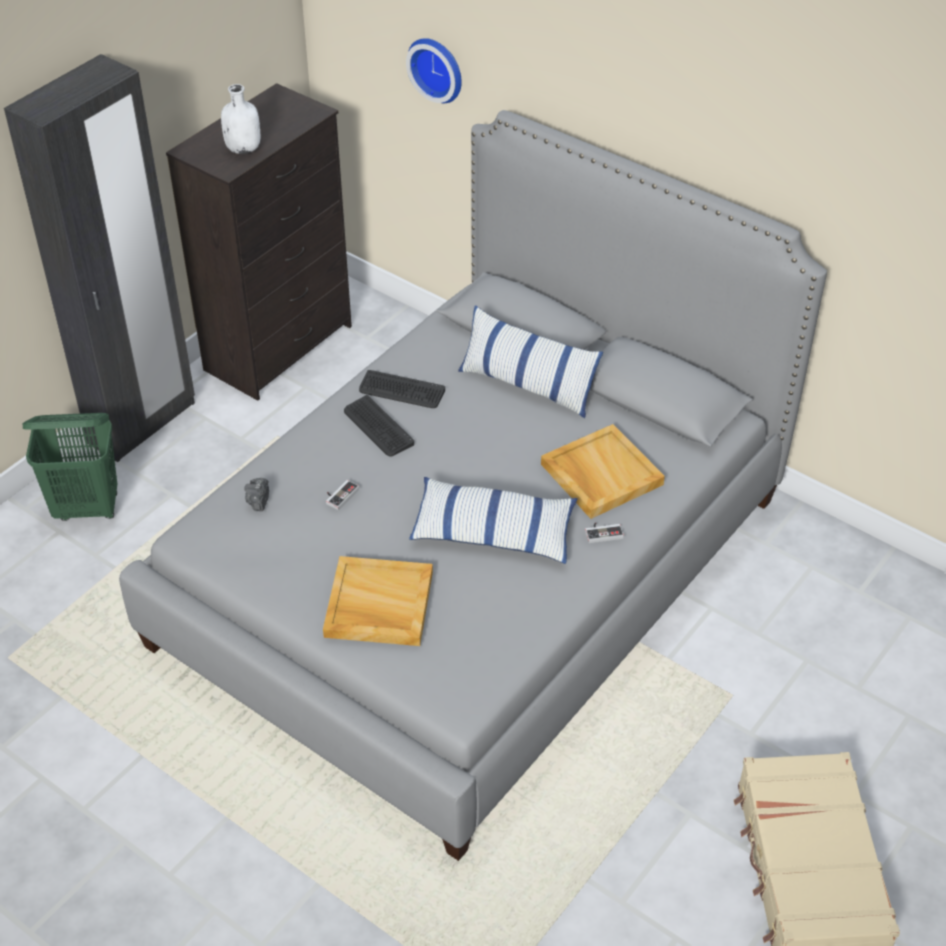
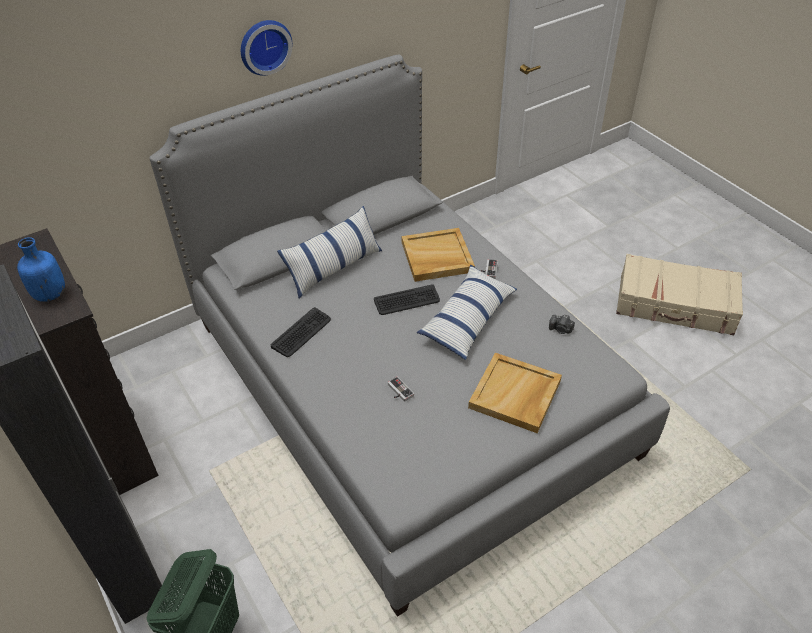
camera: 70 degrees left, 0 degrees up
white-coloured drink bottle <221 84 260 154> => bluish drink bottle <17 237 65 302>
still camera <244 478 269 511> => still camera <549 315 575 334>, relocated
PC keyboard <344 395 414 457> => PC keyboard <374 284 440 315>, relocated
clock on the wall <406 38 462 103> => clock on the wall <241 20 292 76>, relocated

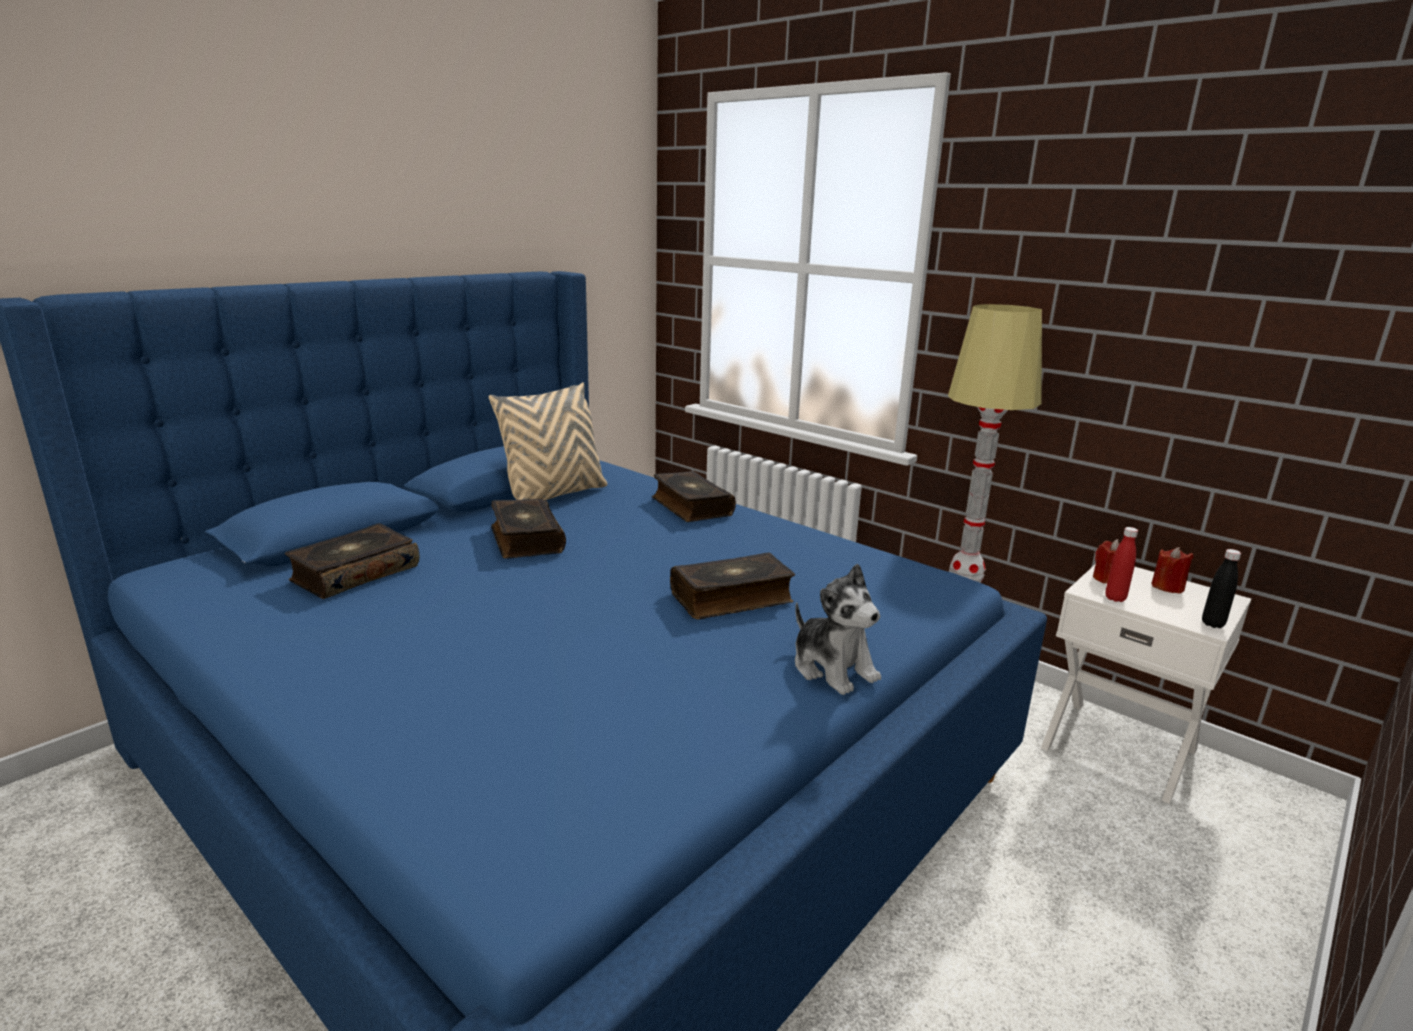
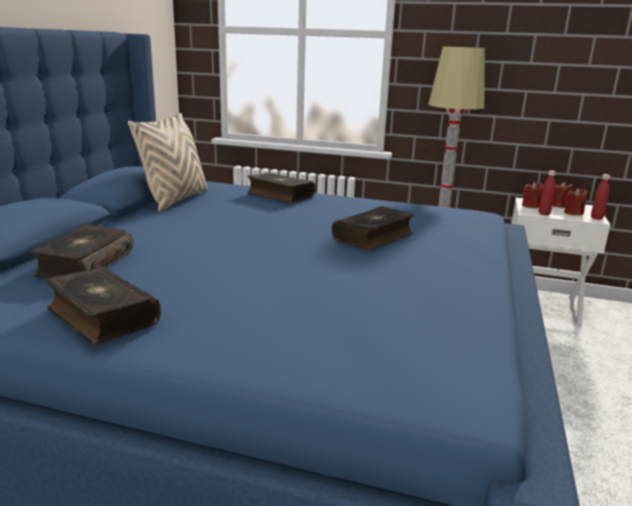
camera: 25 degrees left, 0 degrees up
book <491 499 566 559> => book <45 267 161 345>, relocated
plush toy <795 564 881 695> => nothing
black drink bottle <1202 549 1241 628> => reddish drink bottle <591 174 610 220>
nothing => reddish wax candle <564 188 587 216>

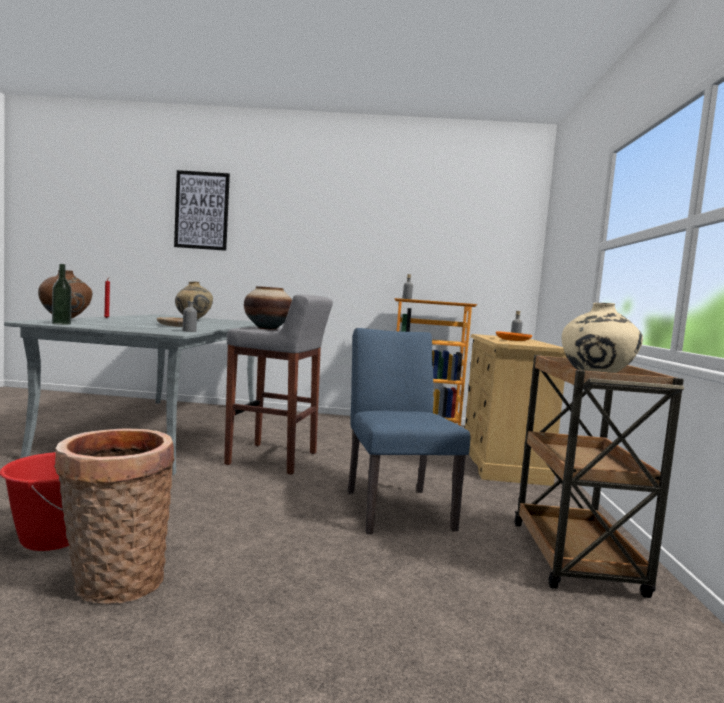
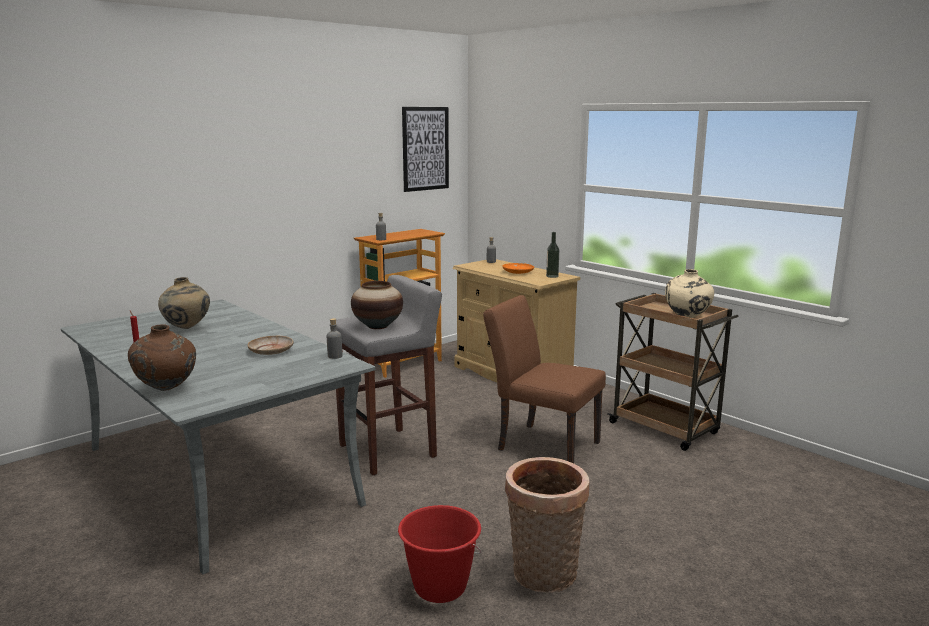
camera: 45 degrees left, 10 degrees up
drink bottle <52 264 72 325> => drink bottle <546 232 559 278>, relocated
wall art <174 170 230 251> => wall art <402 107 449 192>, relocated
bluish plain chair <348 328 470 534> => brownish plain chair <483 295 606 463>

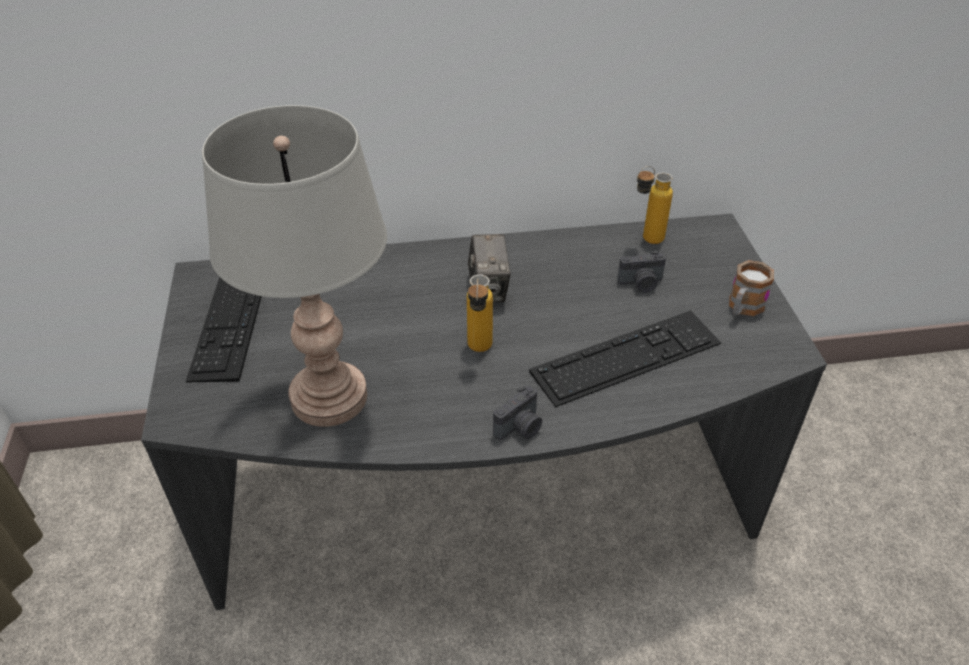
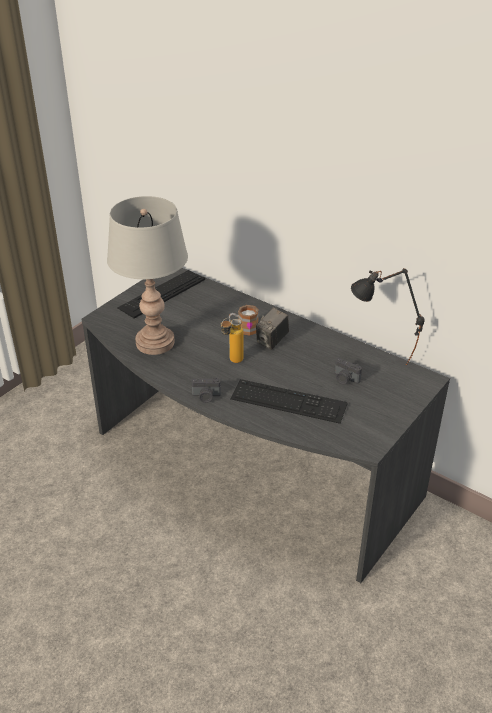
camera: 45 degrees right, 5 degrees down
drink bottle <637 166 673 244> => black table lamp <351 268 425 364>
coffee mug <729 260 774 316> => coffee mug <229 305 259 336>, relocated

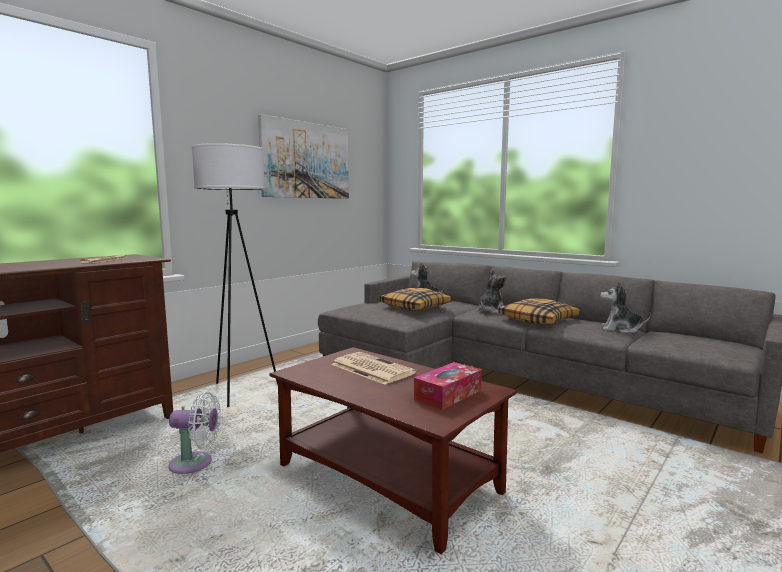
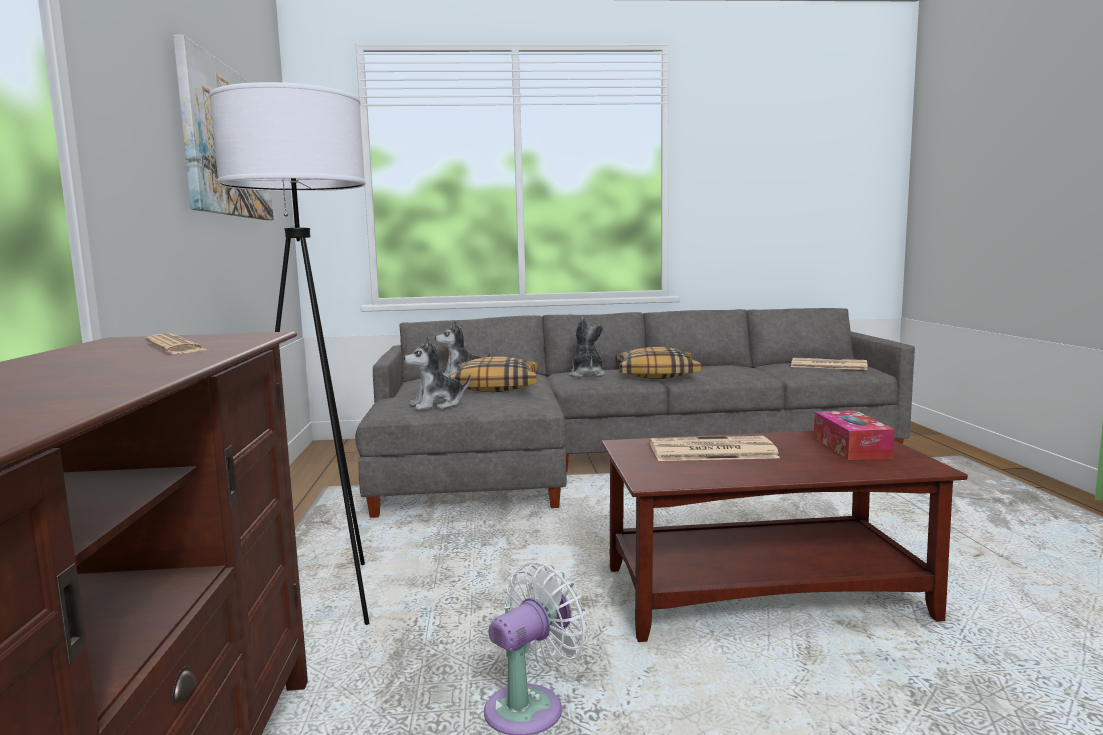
camera: 45 degrees left, 0 degrees up
plush toy <600 282 651 333> => plush toy <404 337 471 410>, relocated
nothing => daily paper <791 358 867 370>

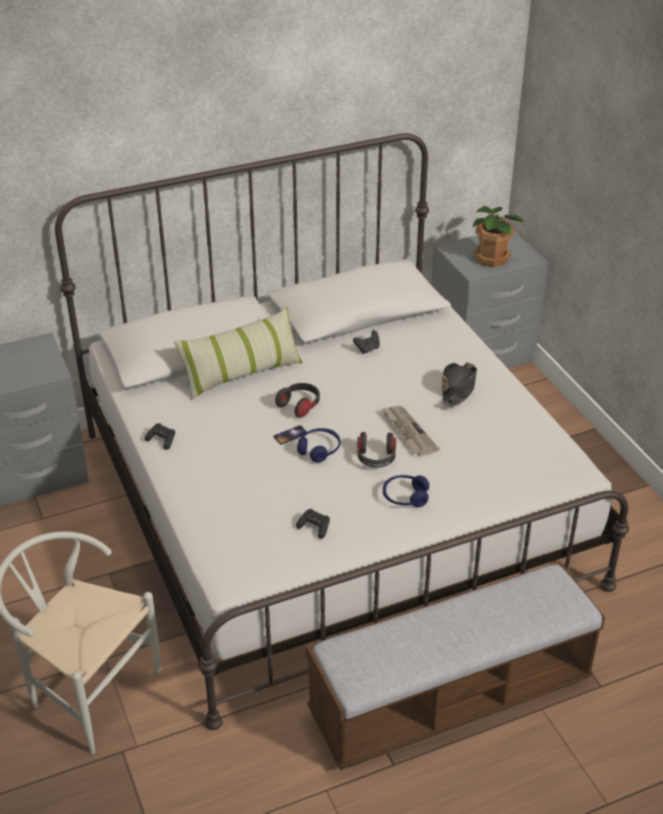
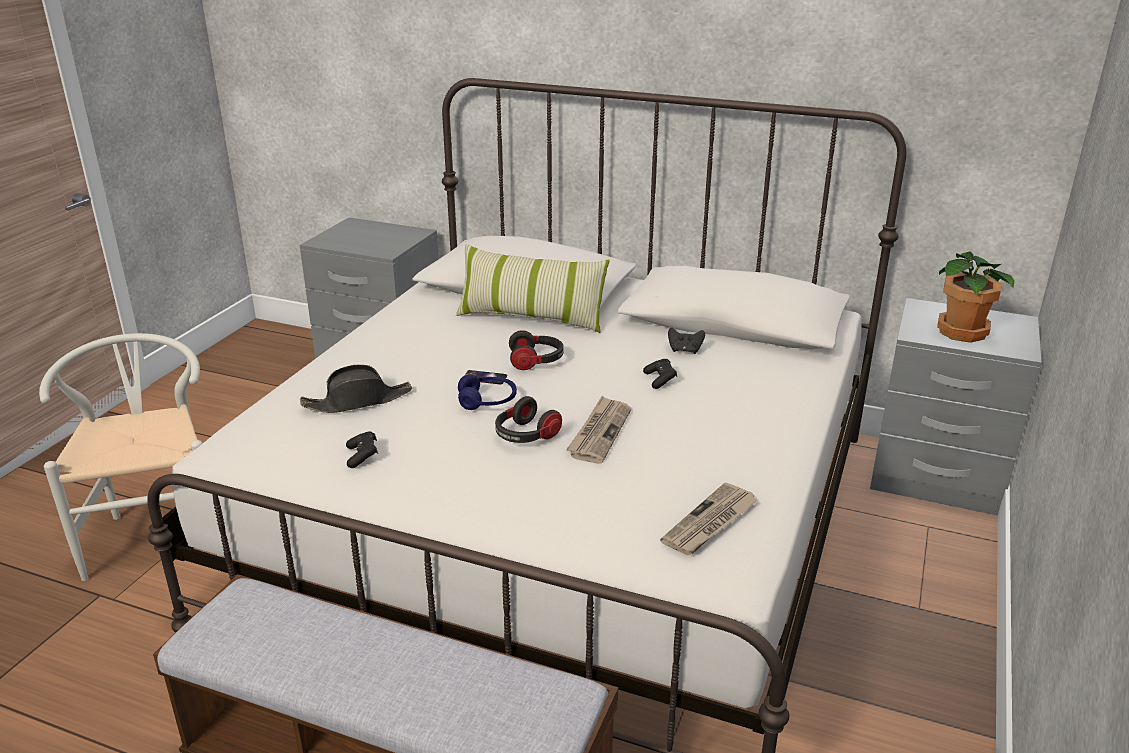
camera: 45 degrees right, 10 degrees down
black game controller <145 423 175 450> => black game controller <643 359 677 389>, relocated
bluish pair of headphones <383 475 429 507> => nothing
black wearable hat <442 362 477 407> => black wearable hat <300 365 412 413>, relocated
nothing => daily paper <660 482 759 555>

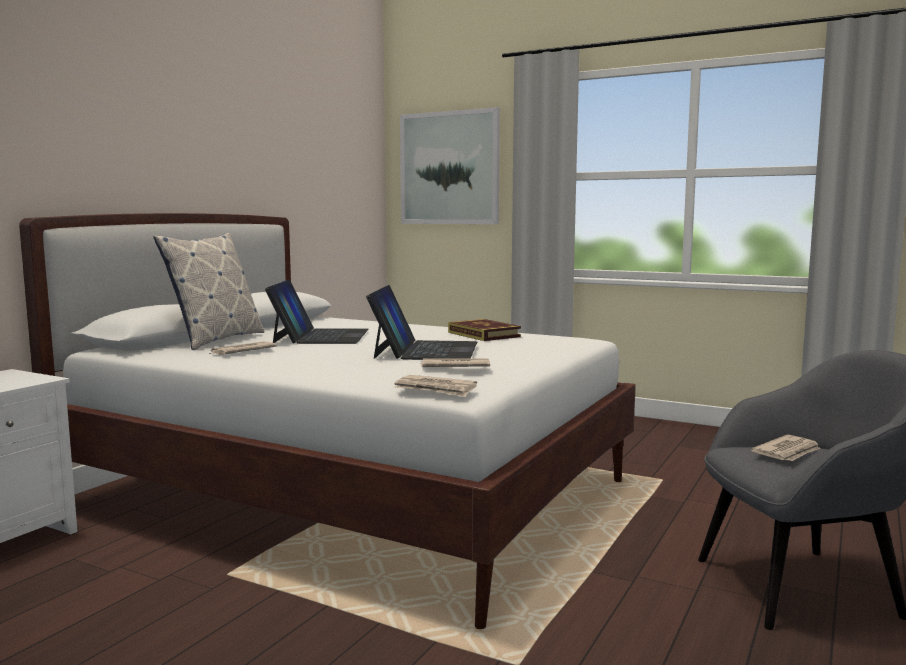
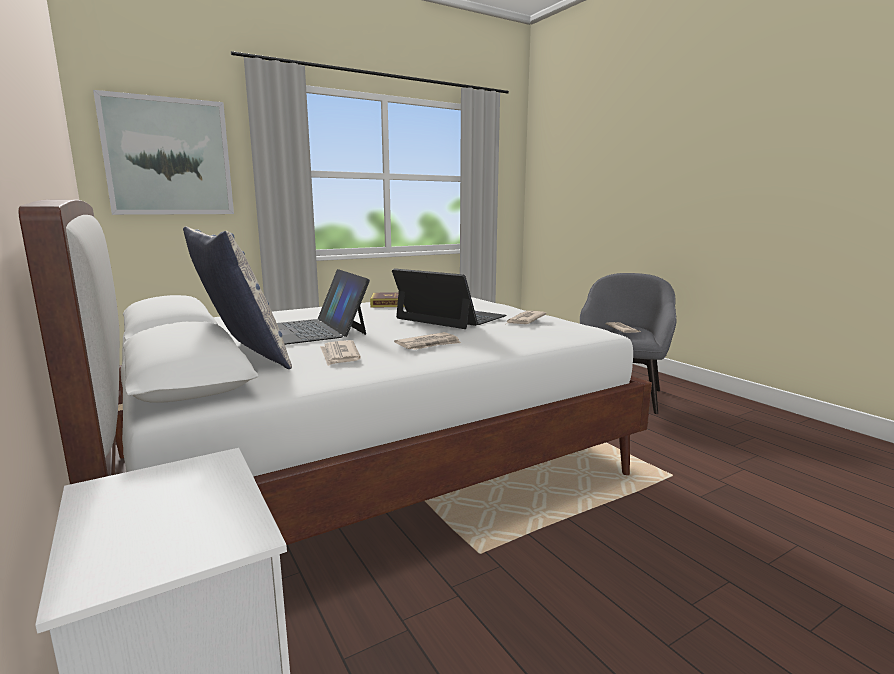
camera: 60 degrees left, 5 degrees up
notebook computer <265 280 369 344> => notebook computer <277 269 370 345>, 150 degrees counterclockwise
daily paper <395 375 477 397> => daily paper <394 332 461 350>, relocated

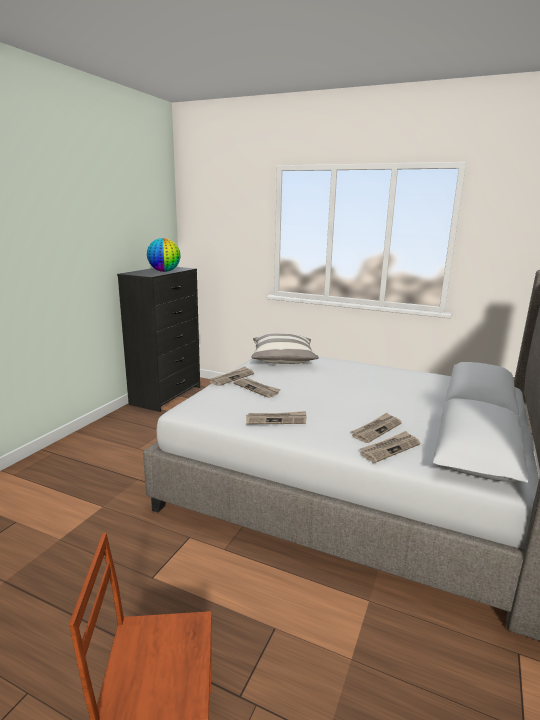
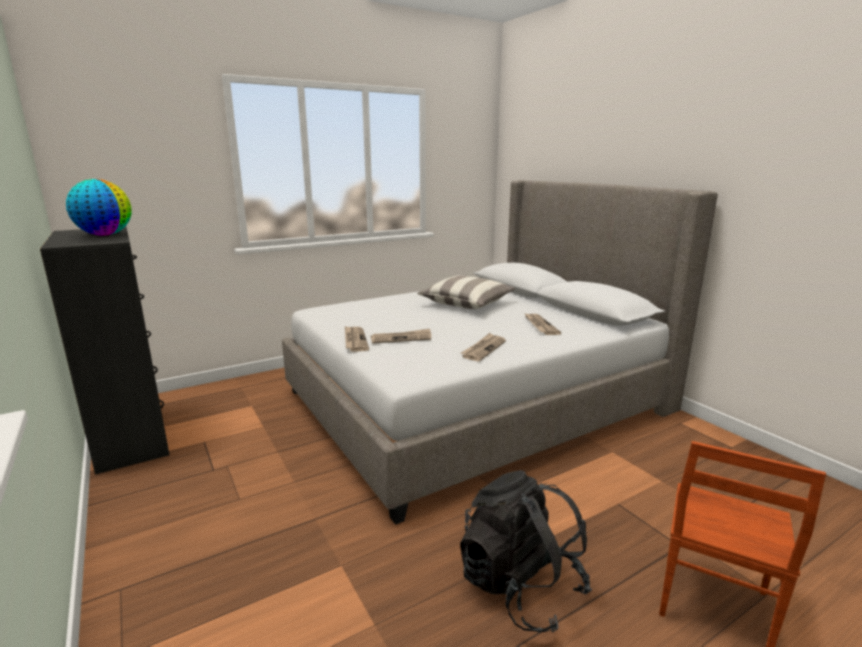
camera: 55 degrees left, 0 degrees up
pillow <252 333 319 364> => pillow <417 275 515 309>, relocated
daily paper <359 431 420 463> => nothing
nothing => black rucksack <460 470 592 633>

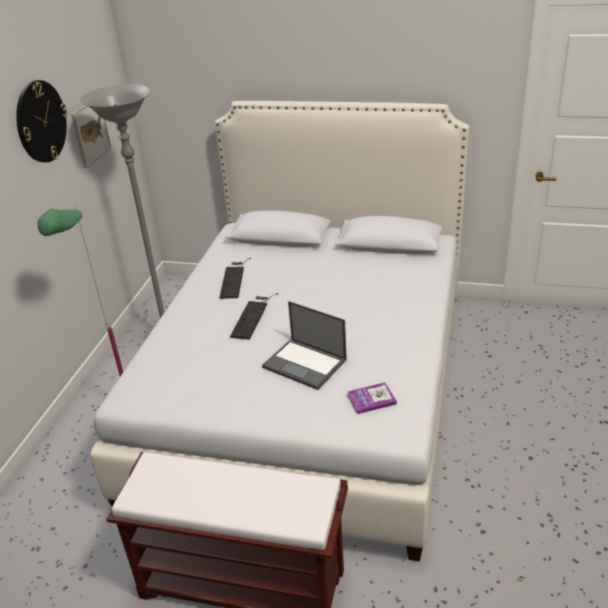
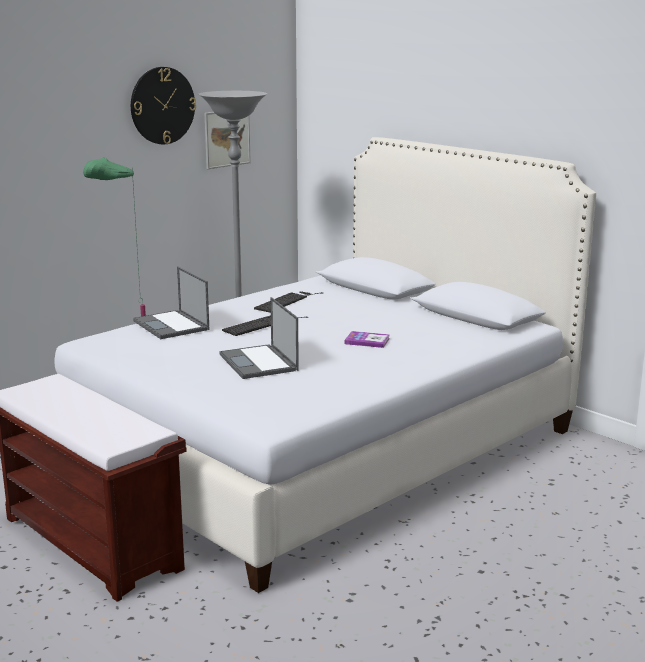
camera: 30 degrees right, 15 degrees down
book <347 382 397 414> => book <344 331 390 348>, relocated
nothing => notebook computer <133 266 209 339>

